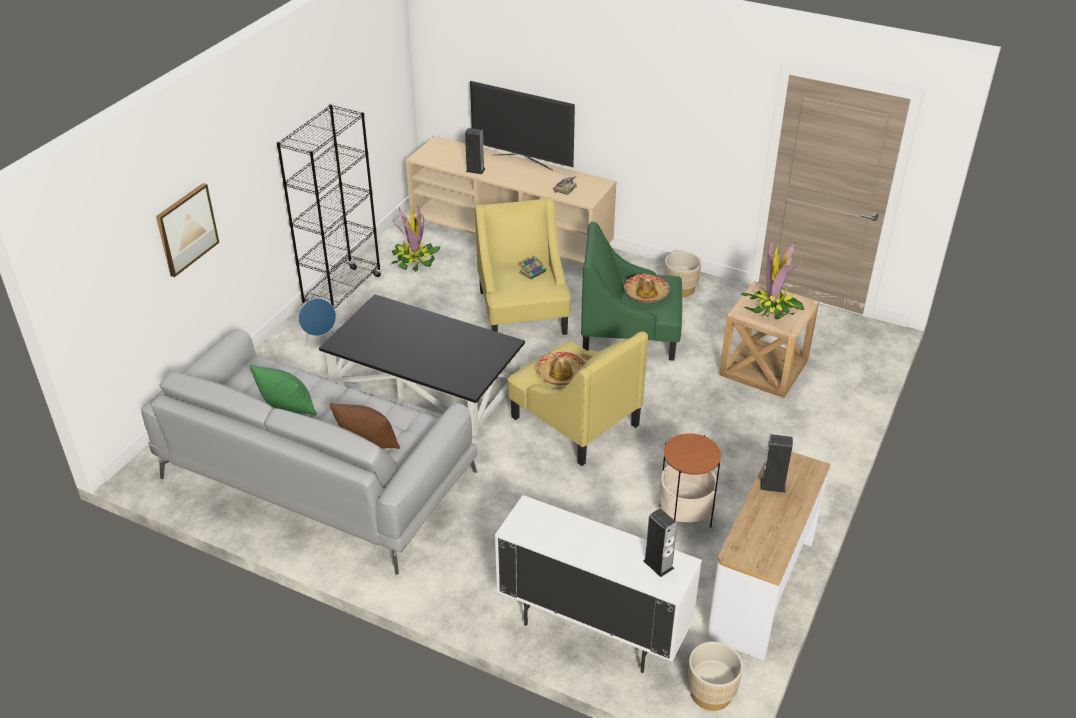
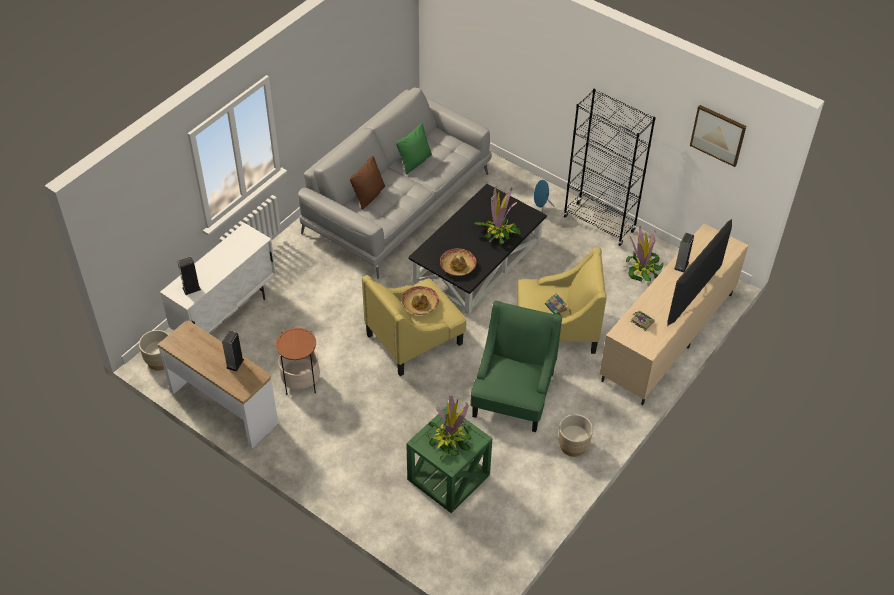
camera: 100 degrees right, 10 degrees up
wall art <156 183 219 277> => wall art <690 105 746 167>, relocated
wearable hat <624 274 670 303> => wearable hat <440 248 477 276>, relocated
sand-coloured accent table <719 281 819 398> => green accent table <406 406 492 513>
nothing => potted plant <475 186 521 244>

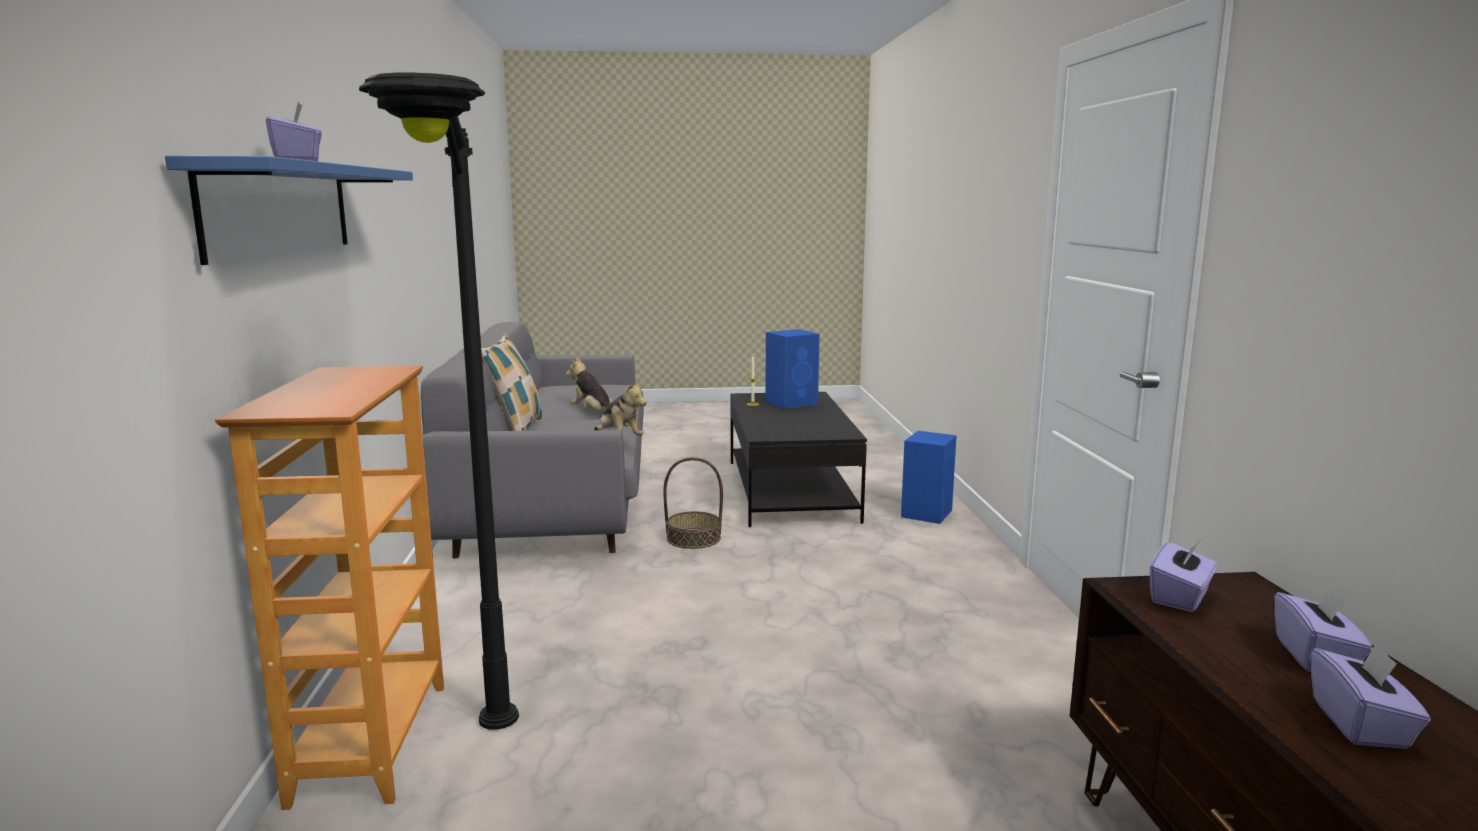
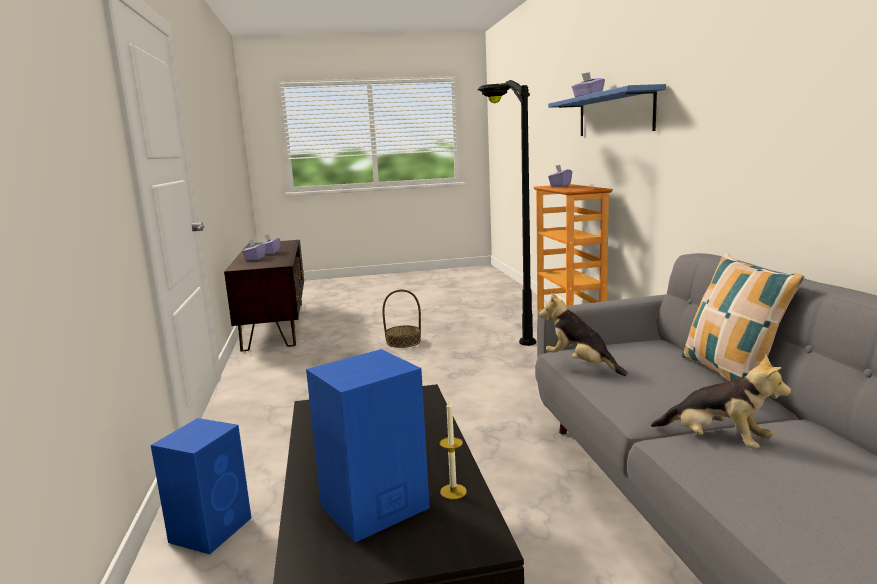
camera: 175 degrees right, 0 degrees up
household basket <663 457 723 549> => household basket <382 290 421 348>, relocated
purple tissue box <1150 538 1217 612> => purple tissue box <548 165 572 187>, relocated

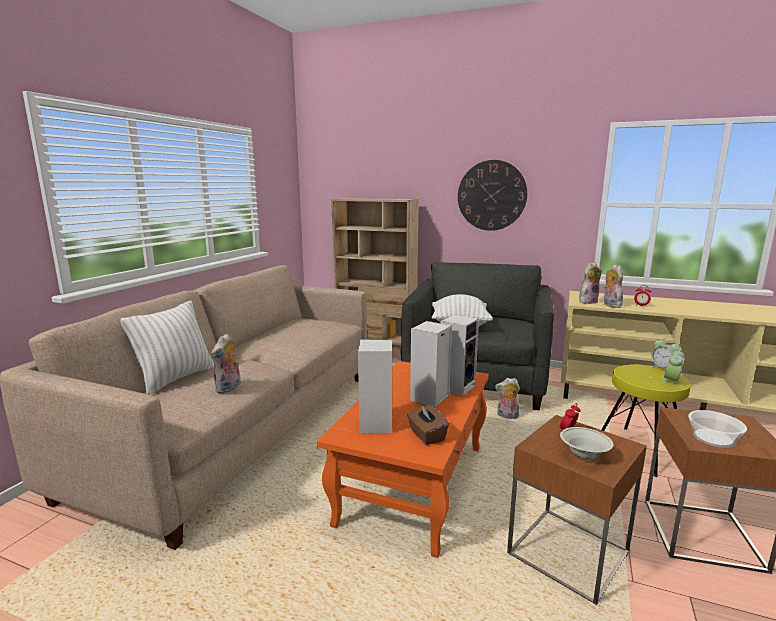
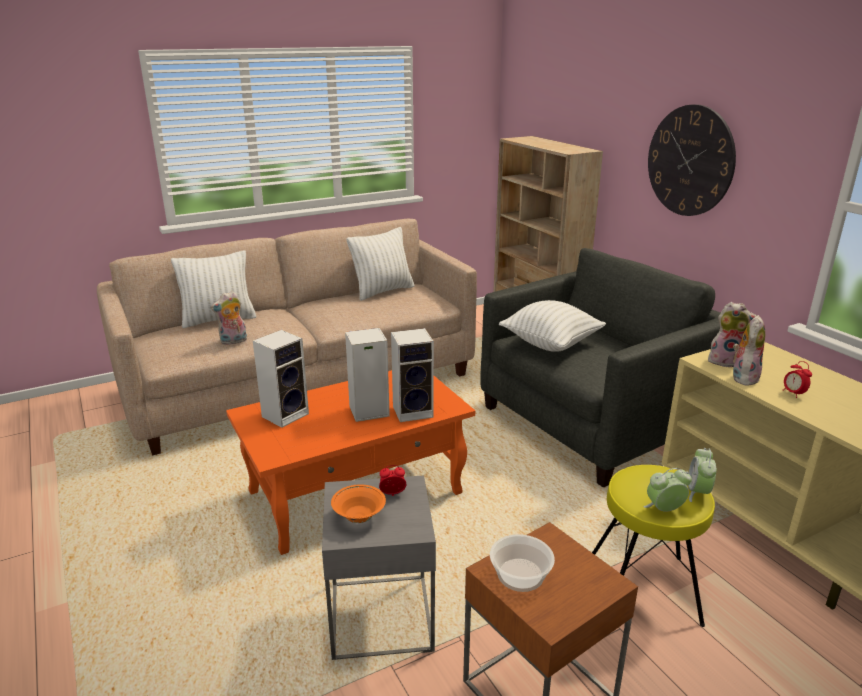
camera: 40 degrees right, 10 degrees up
brownish tissue box <407 403 449 445> => nothing
plush toy <495 378 520 419> => nothing
brownish accent table <507 415 647 605> => grey accent table <322 475 436 660>
white-coloured bowl <560 427 614 459> => orange bowl <331 484 386 523>
nothing => white-coloured pillow <347 227 414 301>

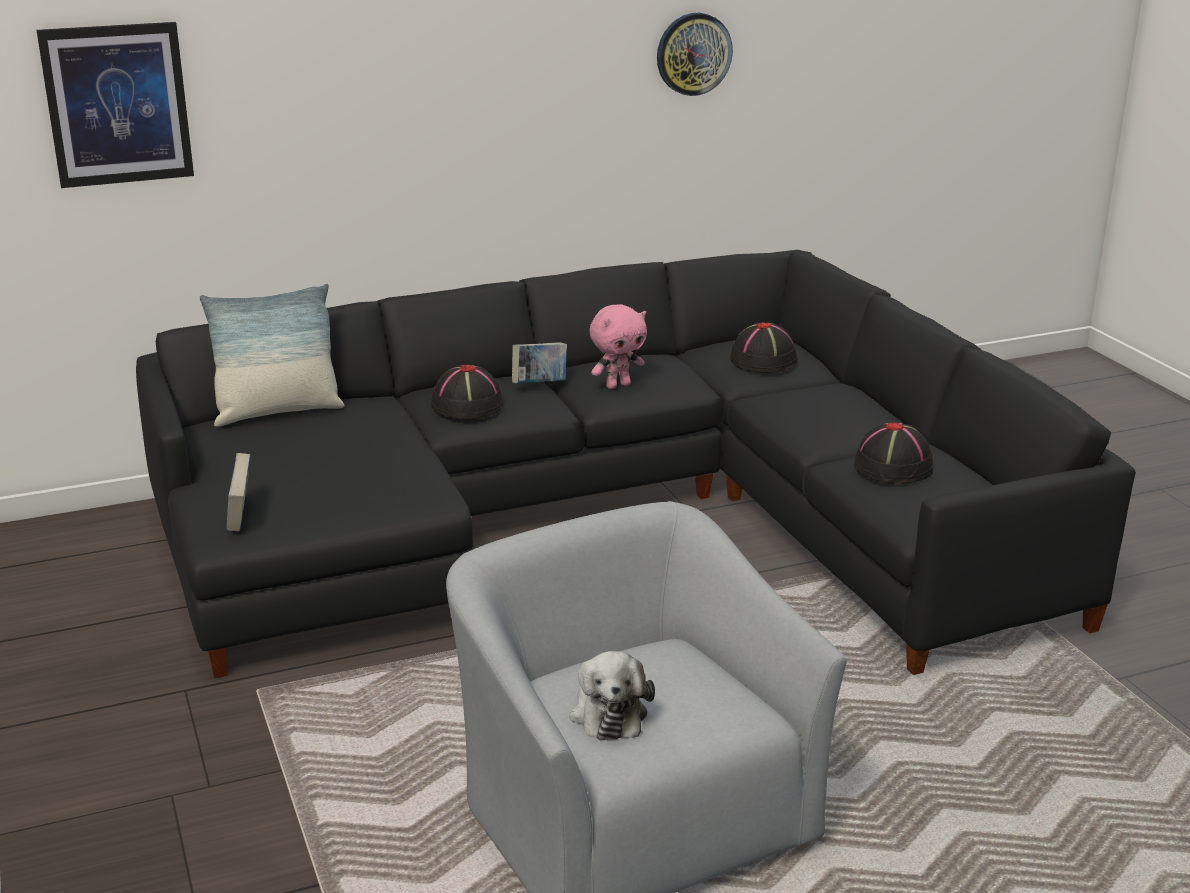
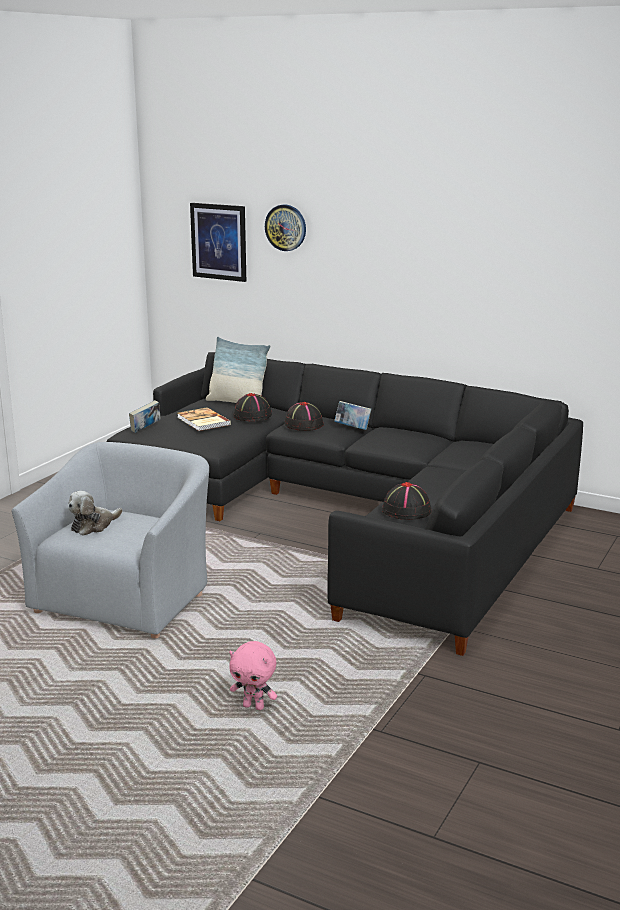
camera: 50 degrees right, 5 degrees down
pink plush toy <590 304 647 389> => pink plush toy <229 641 277 710>, relocated
clock on the wall <657 13 733 96> => clock on the wall <265 204 306 251>, relocated
black wearable hat <730 322 798 373> => black wearable hat <233 393 272 421>, relocated
nothing => book <177 407 231 431>

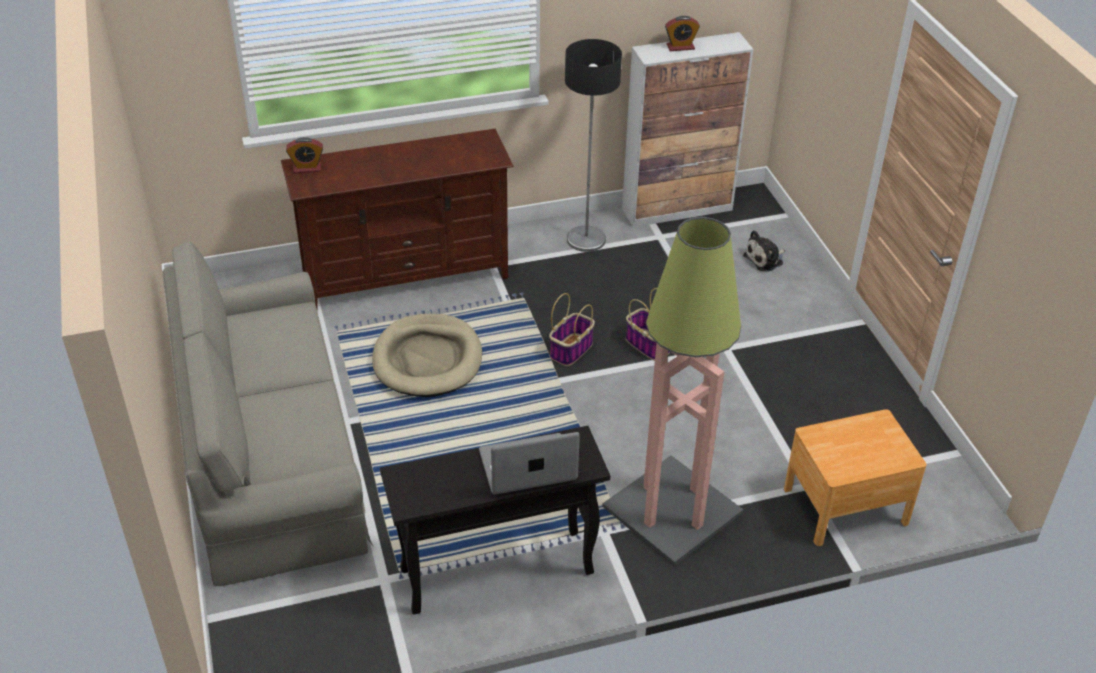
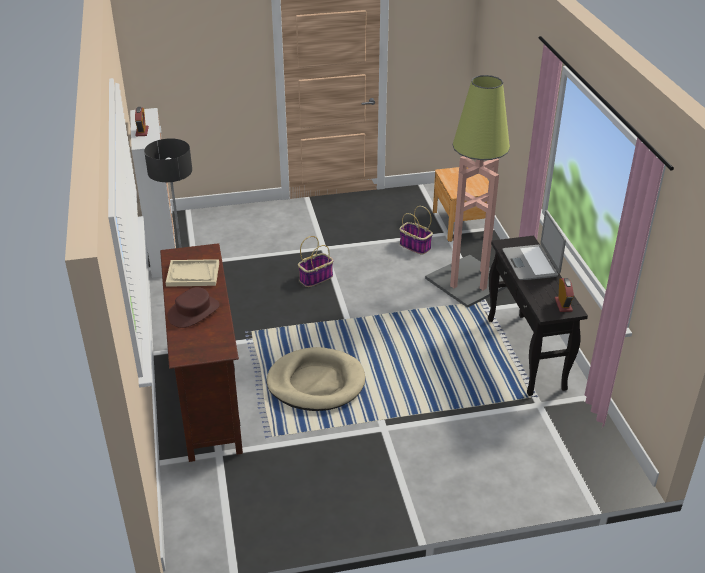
camera: 85 degrees left, 5 degrees down
grey sofa <162 241 373 586> => nothing
table clock <286 137 323 173> => table clock <555 278 574 312>, relocated
household basket <549 293 595 366> => household basket <399 206 433 255>, relocated
plush toy <743 230 785 272> => nothing
nothing => sand-coloured tray <166 259 219 287>
nothing => brownish wearable hat <167 287 219 328>

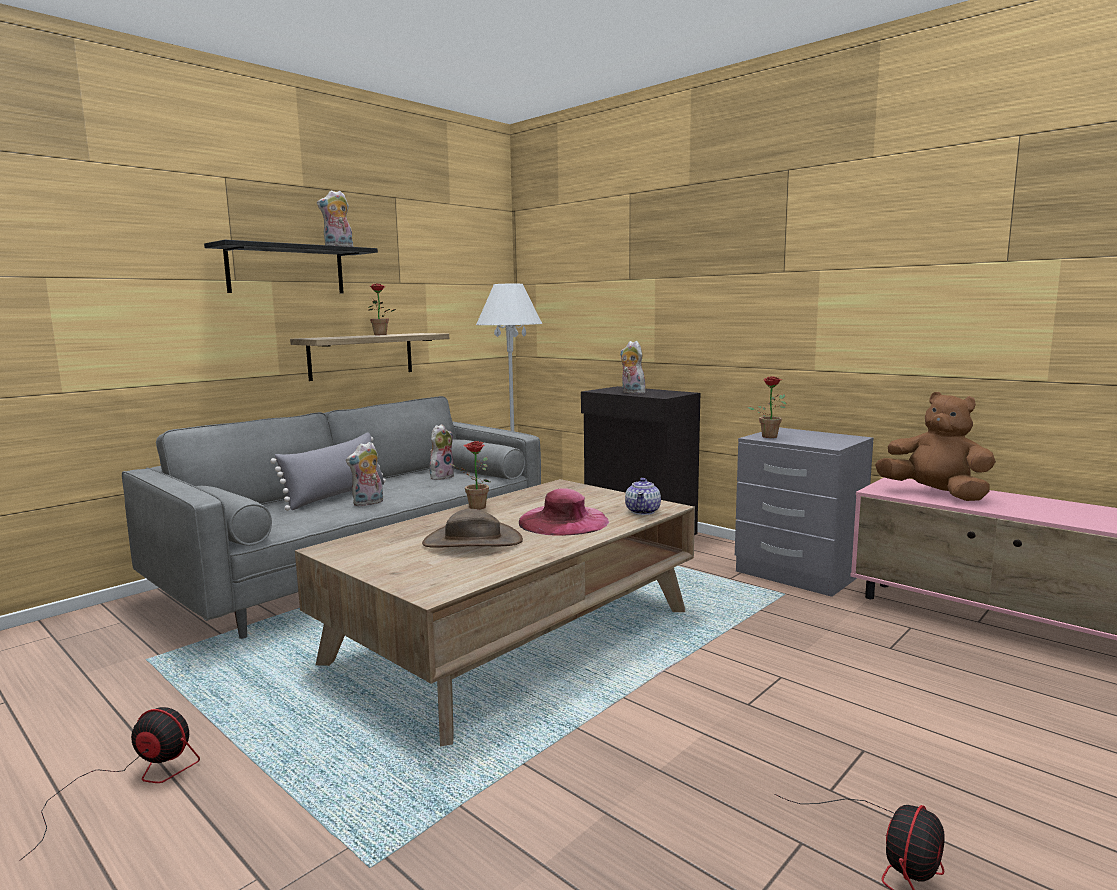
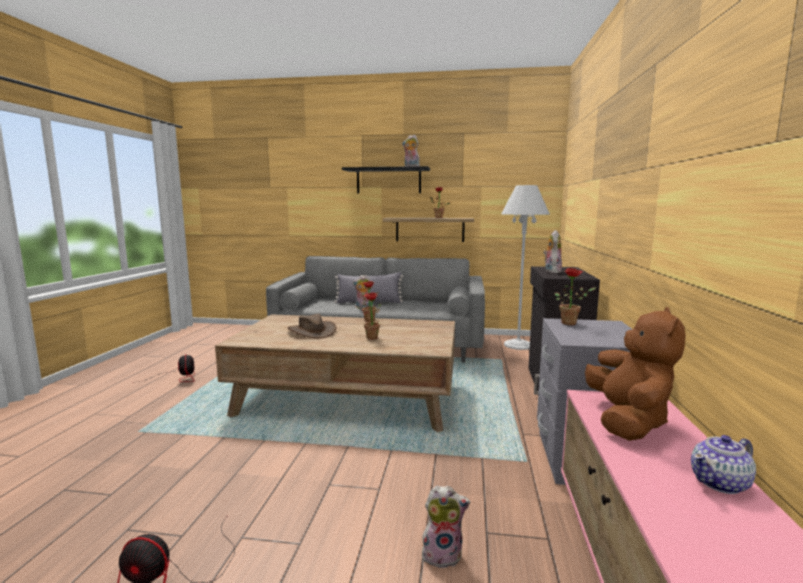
camera: 55 degrees right, 0 degrees up
plush toy <430 424 454 480> => plush toy <422 486 470 568>, relocated
pink wearable hat <519 488 609 536> => potted plant <355 292 381 339>
pot for tea <625 478 661 515> => pot for tea <691 435 756 494>, relocated

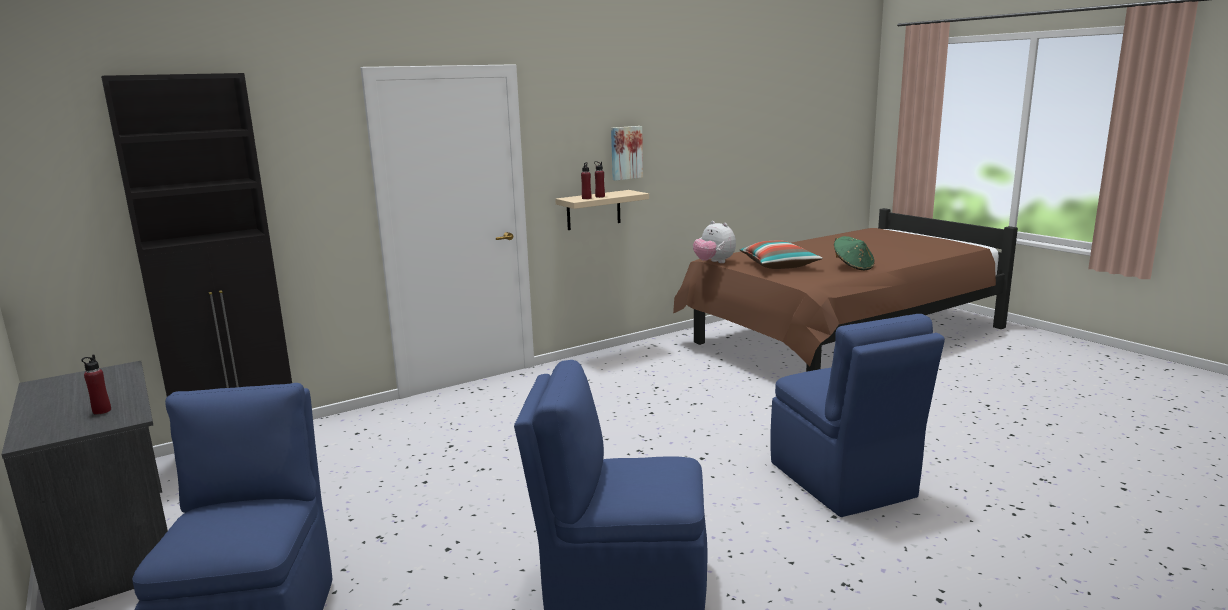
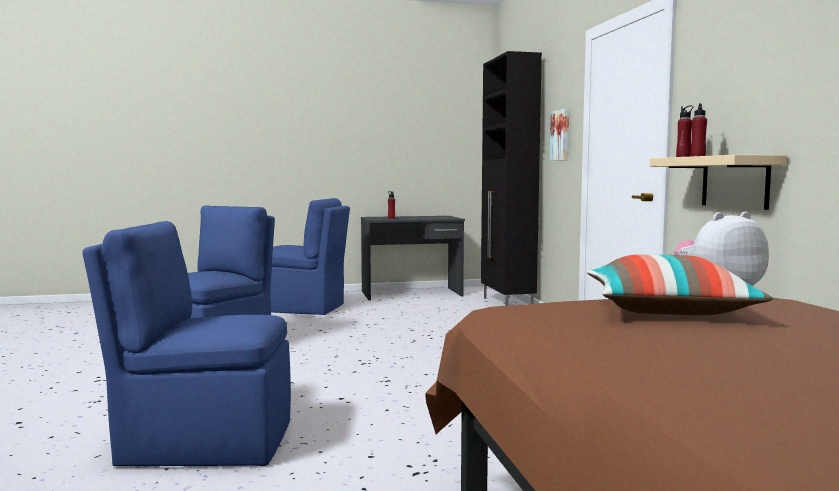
camera: 110 degrees right, 10 degrees down
wall art <611 126 643 181> => wall art <550 109 569 161>, relocated
green wearable hat <834 236 874 270> => nothing

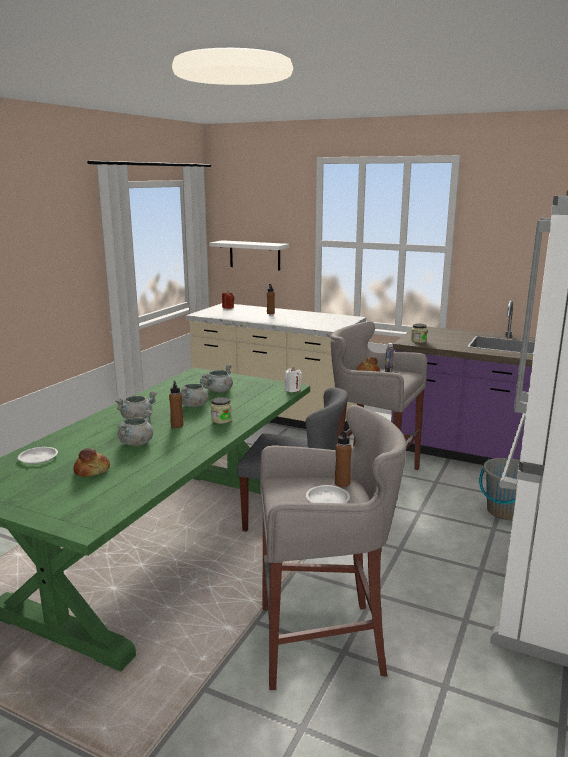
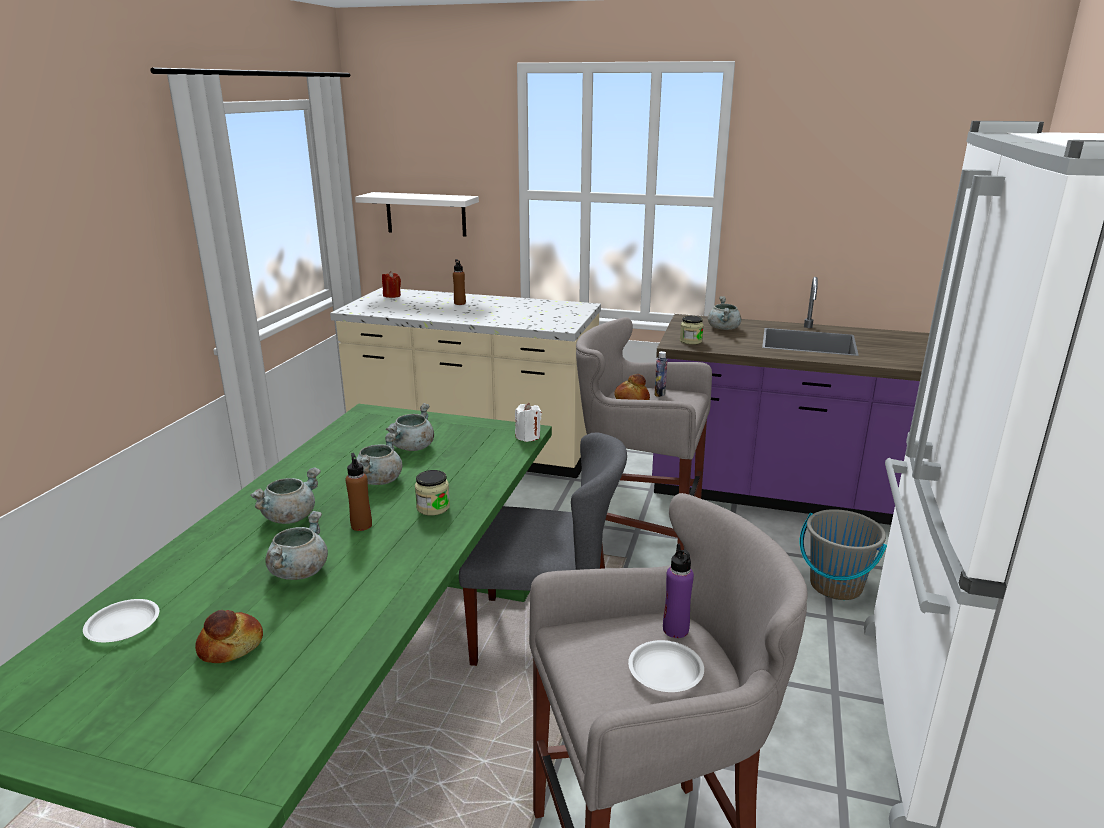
camera: 10 degrees left, 5 degrees up
brownish drink bottle <335 428 352 487> => purple drink bottle <663 544 694 638>
nothing => grey saucepot <708 296 741 330>

